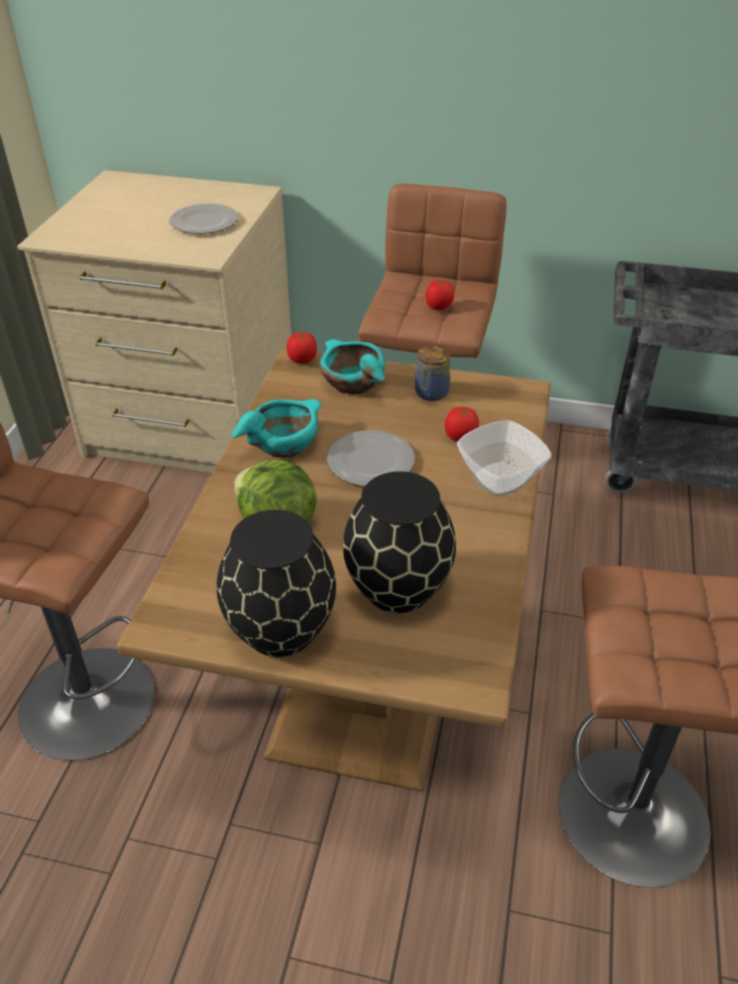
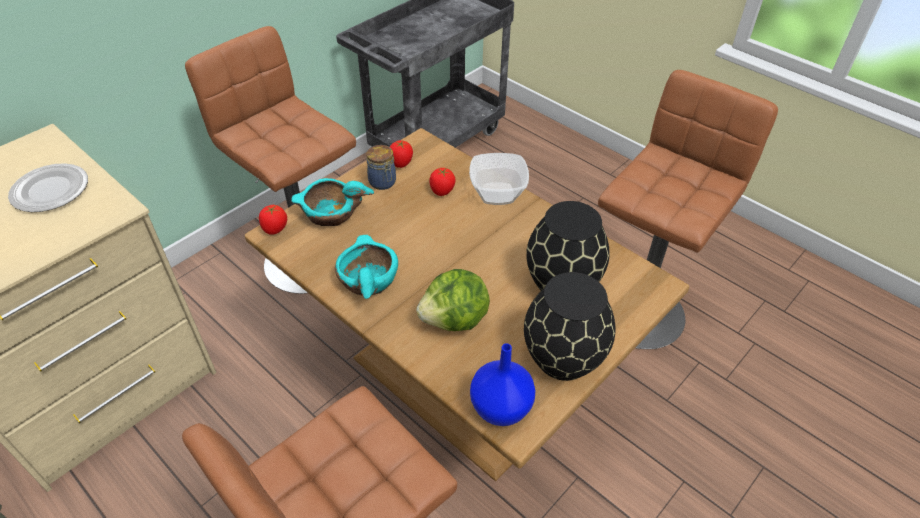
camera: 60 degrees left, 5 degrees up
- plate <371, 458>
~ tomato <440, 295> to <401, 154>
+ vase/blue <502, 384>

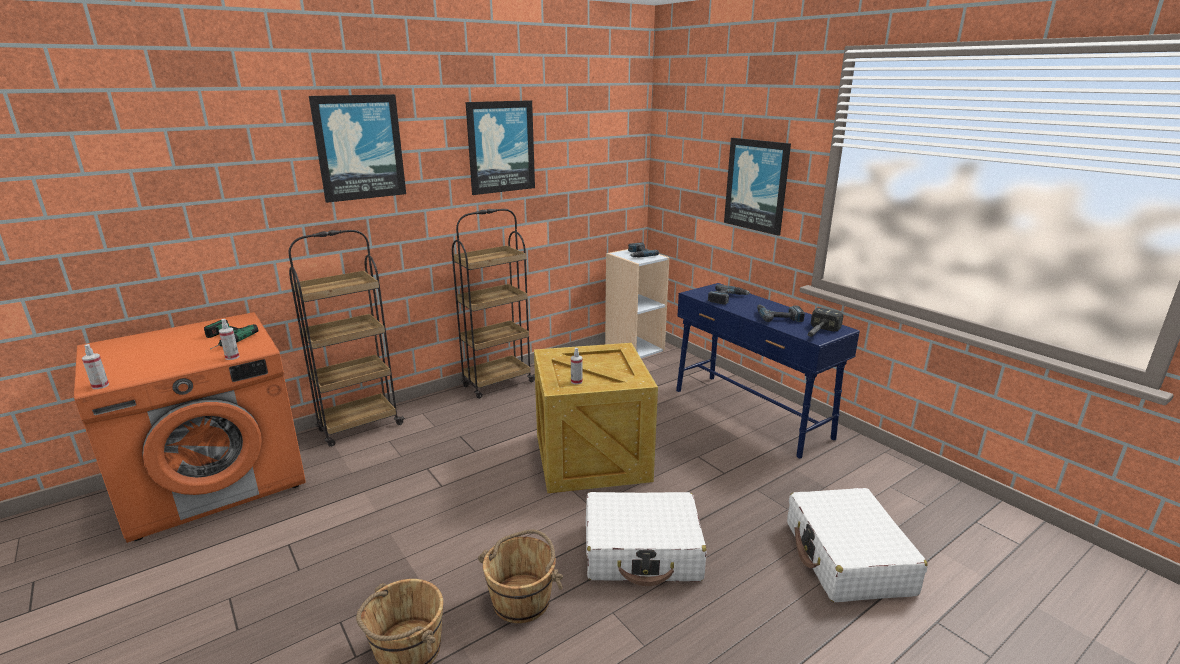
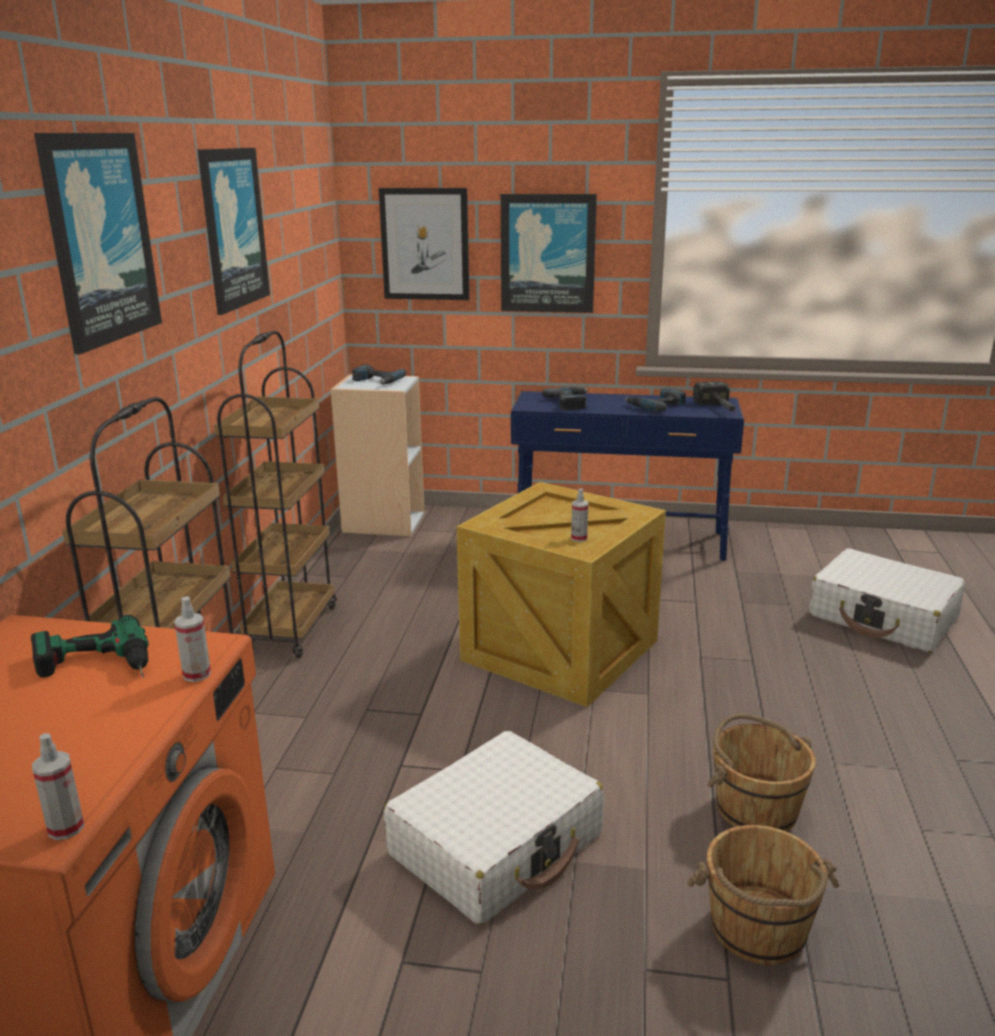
camera: 45 degrees left, 0 degrees up
~ suitcase/white <646, 539> to <494, 828>
+ picture <424, 244>

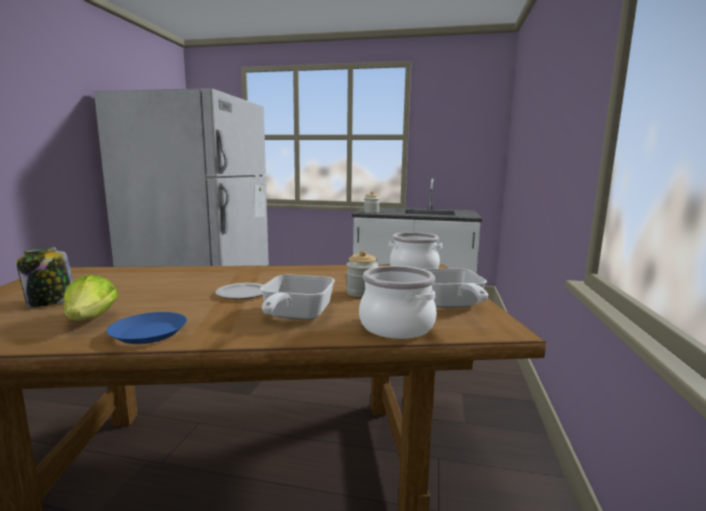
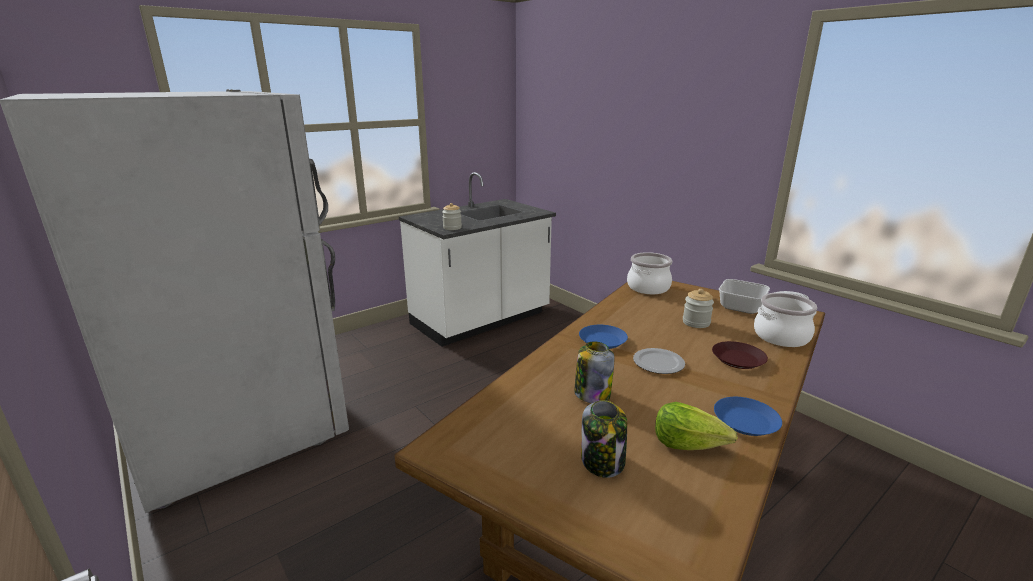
camera: 50 degrees left, 10 degrees up
~ frying pan <297, 297> to plate/brown <740, 355>
+ jar <594, 372>
+ plate/blue <603, 337>

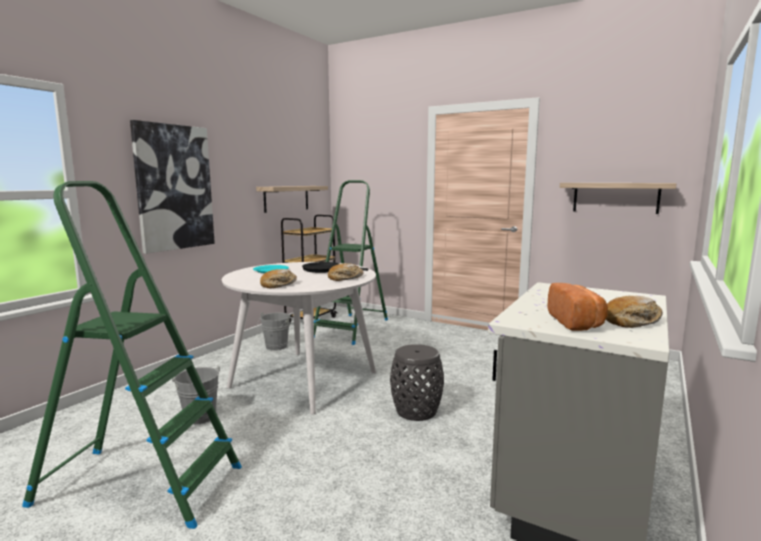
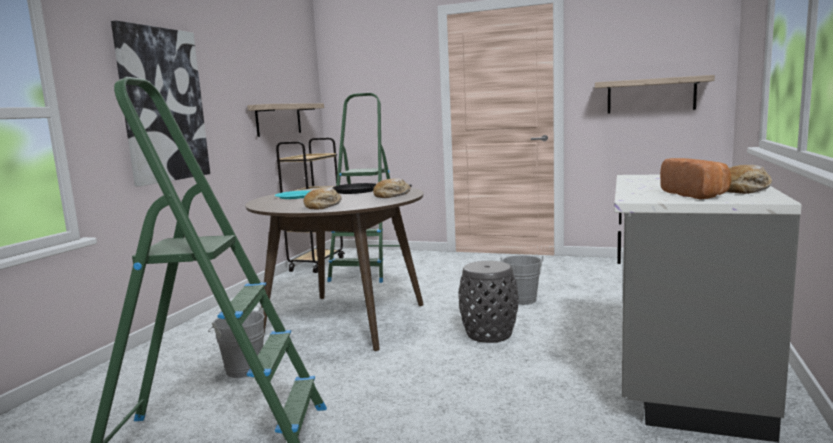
camera: 10 degrees left, 0 degrees up
~ dining table/white <299, 338> to dining table/brown <334, 269>
~ bucket/grey <273, 331> to <521, 280>

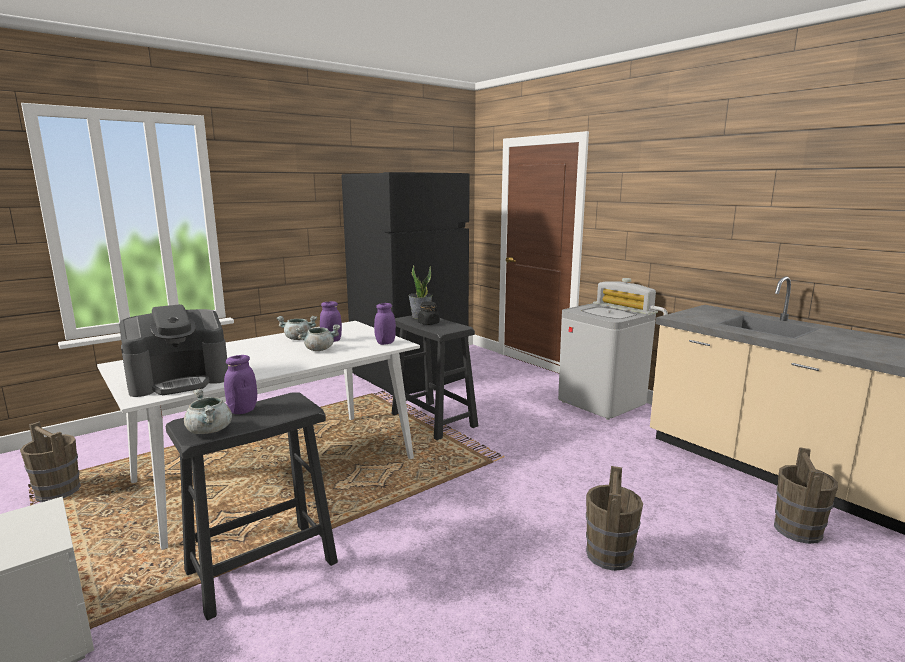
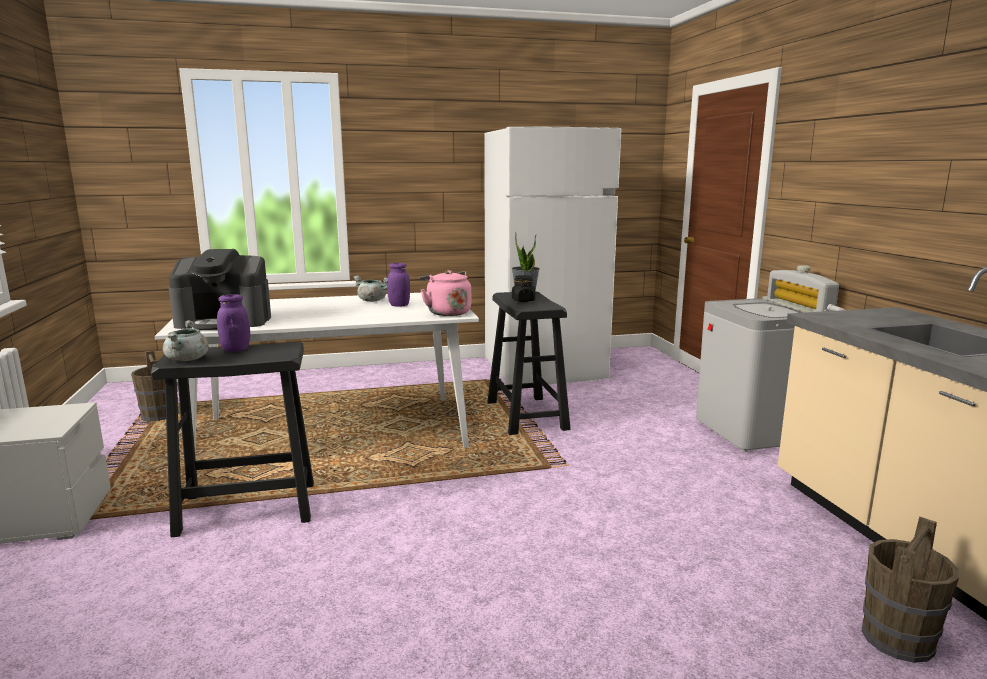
camera: 25 degrees right, 0 degrees up
- cooking pot/grey <318, 337>
~ fridge/black <406, 283> to fridge/white <552, 255>
~ jar/purple <385, 324> to kettle/pink <445, 293>
- bucket/brown <614, 518>

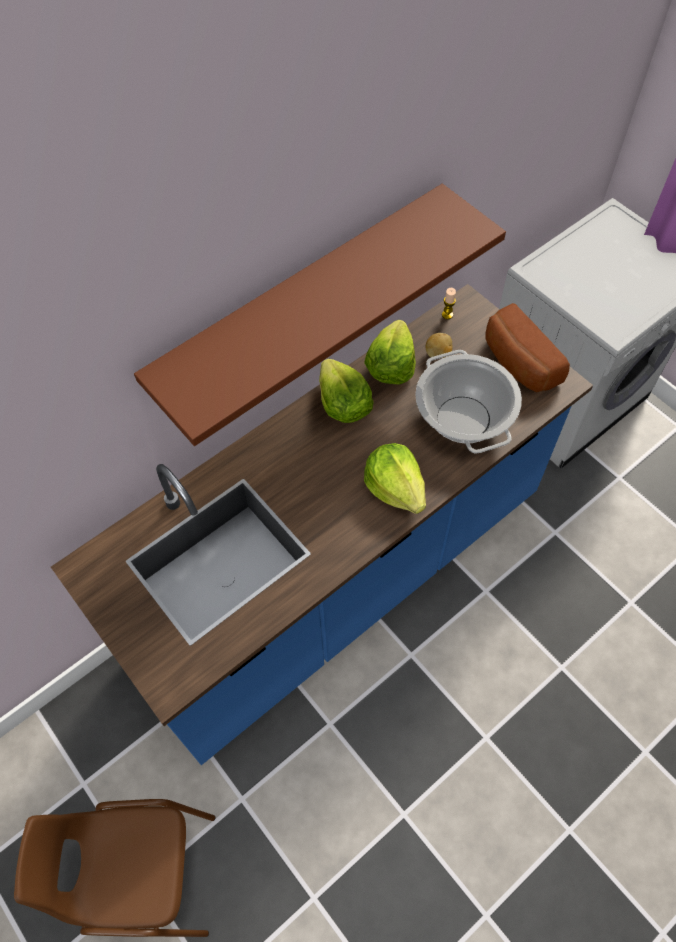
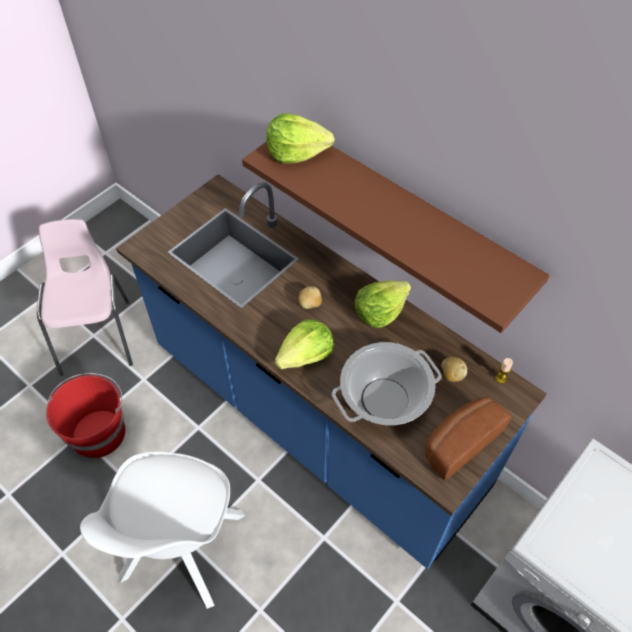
camera: 80 degrees right, 5 degrees down
~ chair/brown <115, 868> to chair/pink <85, 297>
~ lettuce <390, 352> to <300, 138>
+ bucket/red <85, 415>
+ chair/white <162, 530>
+ potato <310, 298>

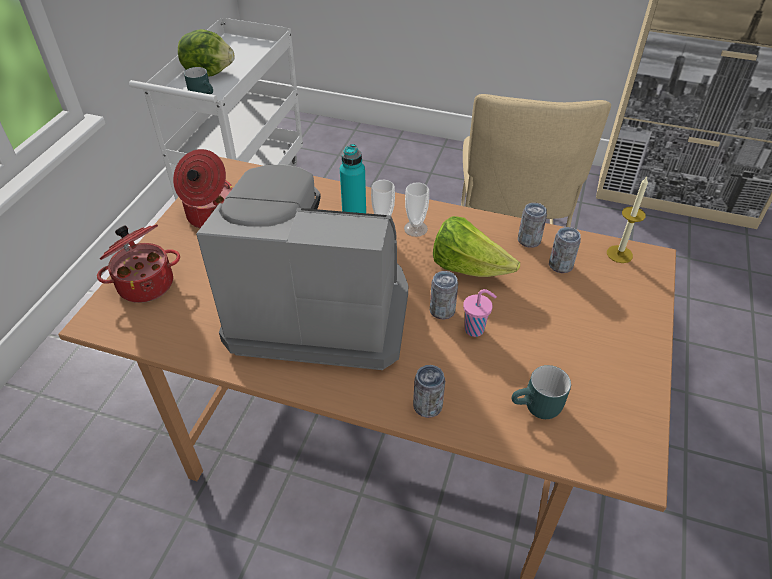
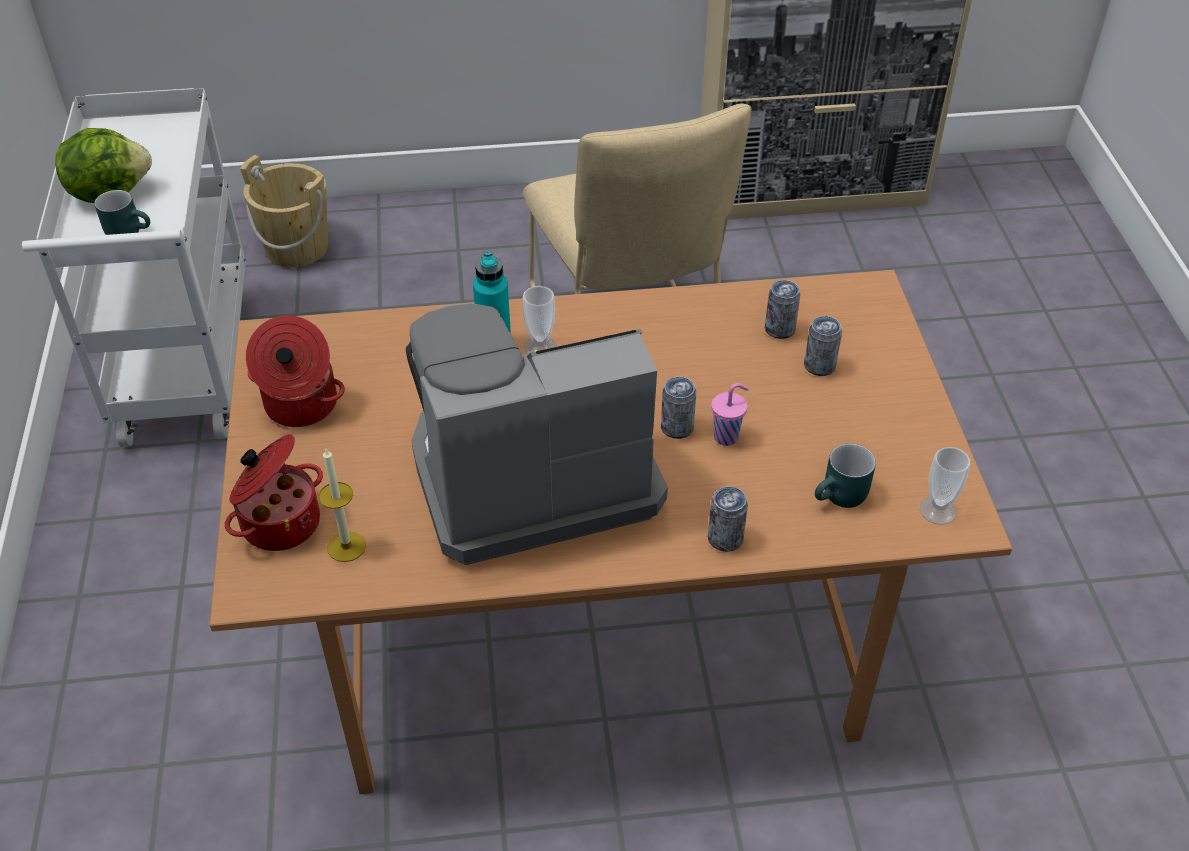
camera: 25 degrees left, 0 degrees up
~ cup <416, 209> to <945, 486>
- lettuce <476, 246>
~ can <532, 225> to <823, 346>
~ candle <627, 220> to <342, 505>
+ bucket/beige <284, 211>

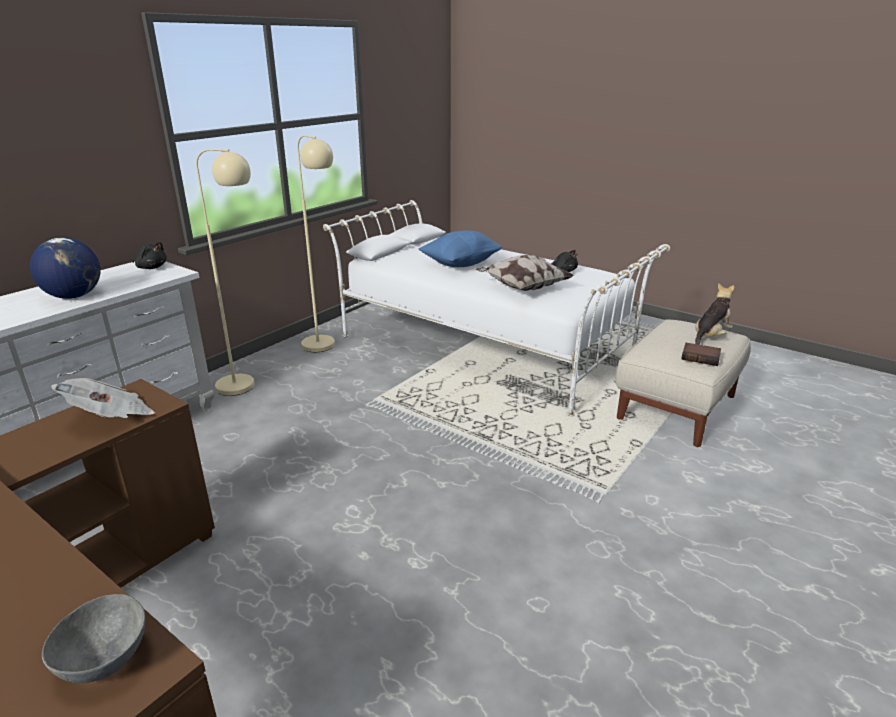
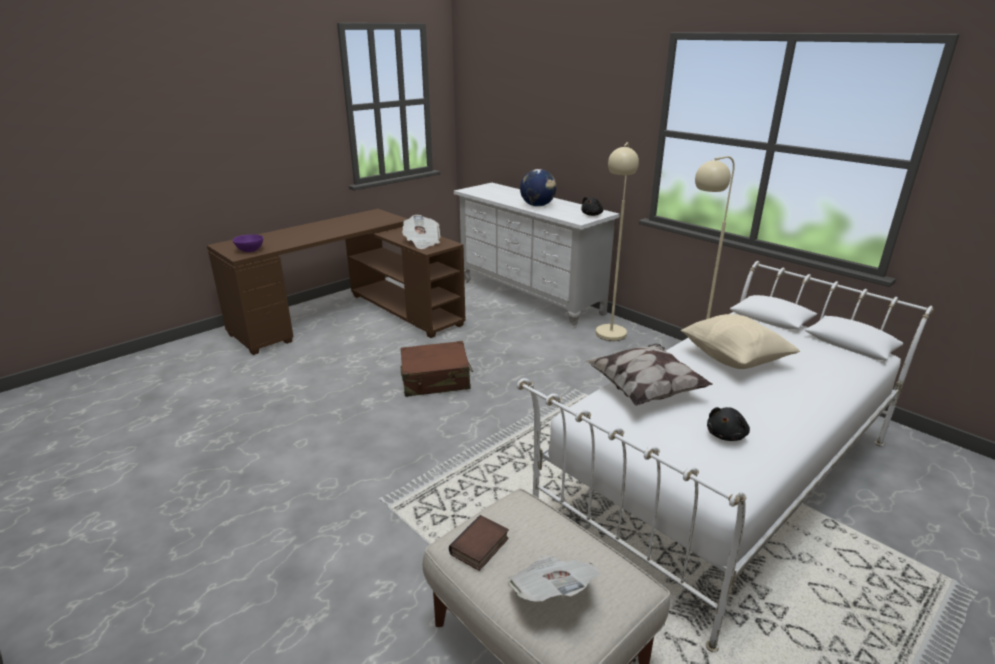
camera: 100 degrees right, 0 degrees up
~ bowl/grey <94, 638> to bowl/purple <248, 243>
~ pillow/blue <460, 248> to pillow/beige <740, 341>
~ plush toy <714, 314> to newspaper <554, 578>
+ suitcase/brown <436, 369>

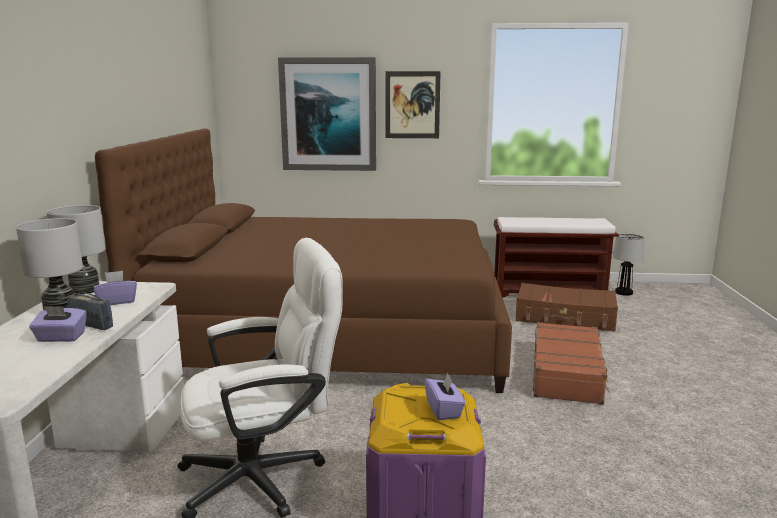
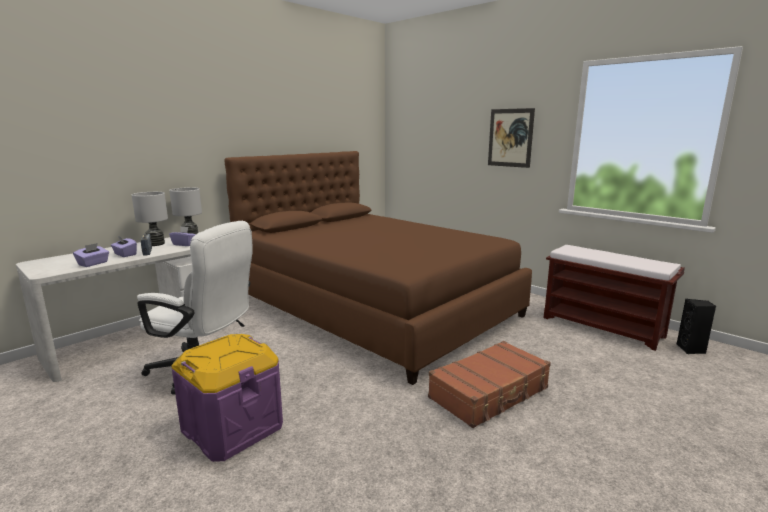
camera: 40 degrees right, 0 degrees up
- picture <327, 114>
~ tissue box/purple <445, 396> to <91, 255>
- suitcase/brown <566, 307>
~ table lamp <628, 265> to speaker/black <696, 326>

